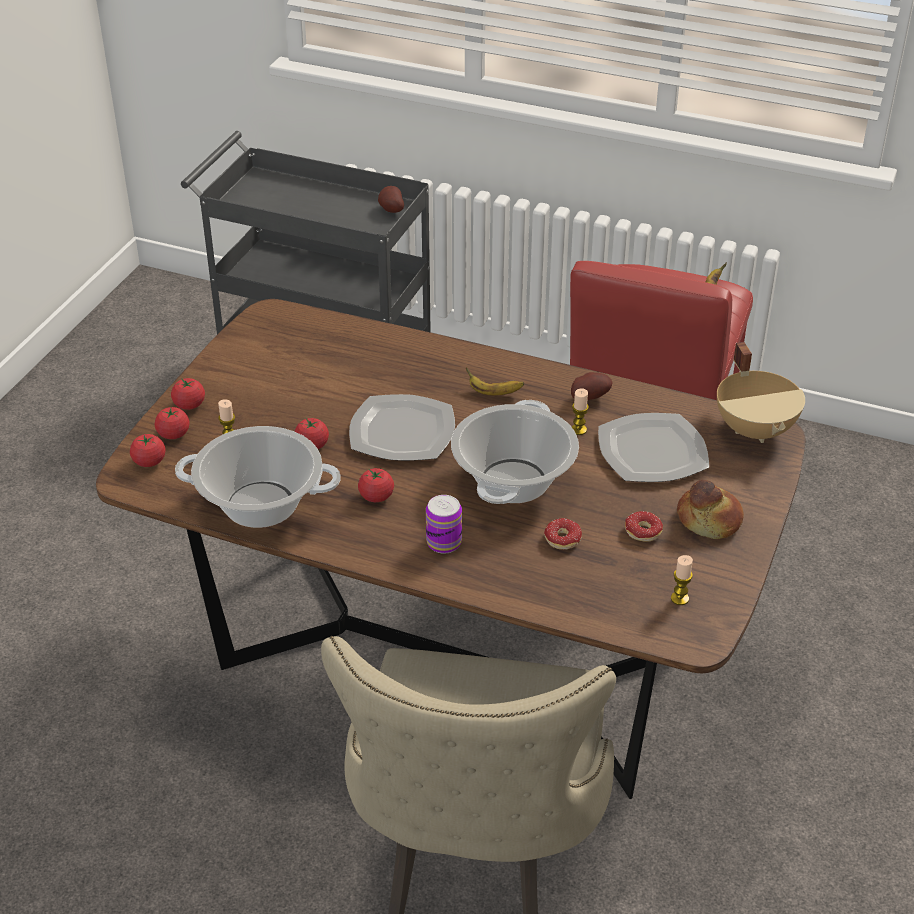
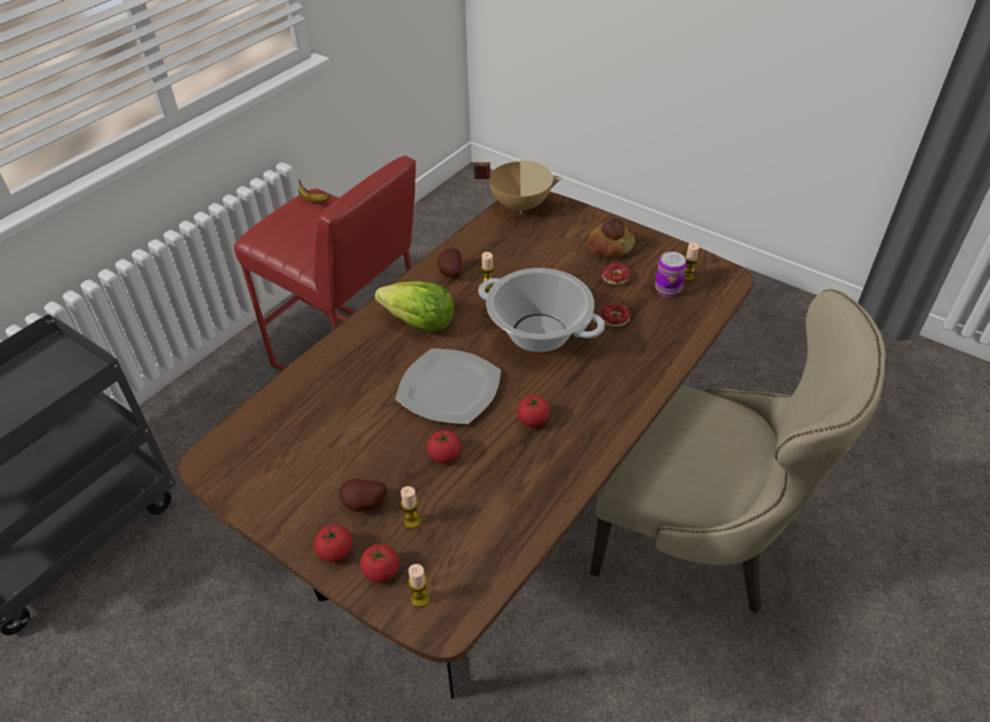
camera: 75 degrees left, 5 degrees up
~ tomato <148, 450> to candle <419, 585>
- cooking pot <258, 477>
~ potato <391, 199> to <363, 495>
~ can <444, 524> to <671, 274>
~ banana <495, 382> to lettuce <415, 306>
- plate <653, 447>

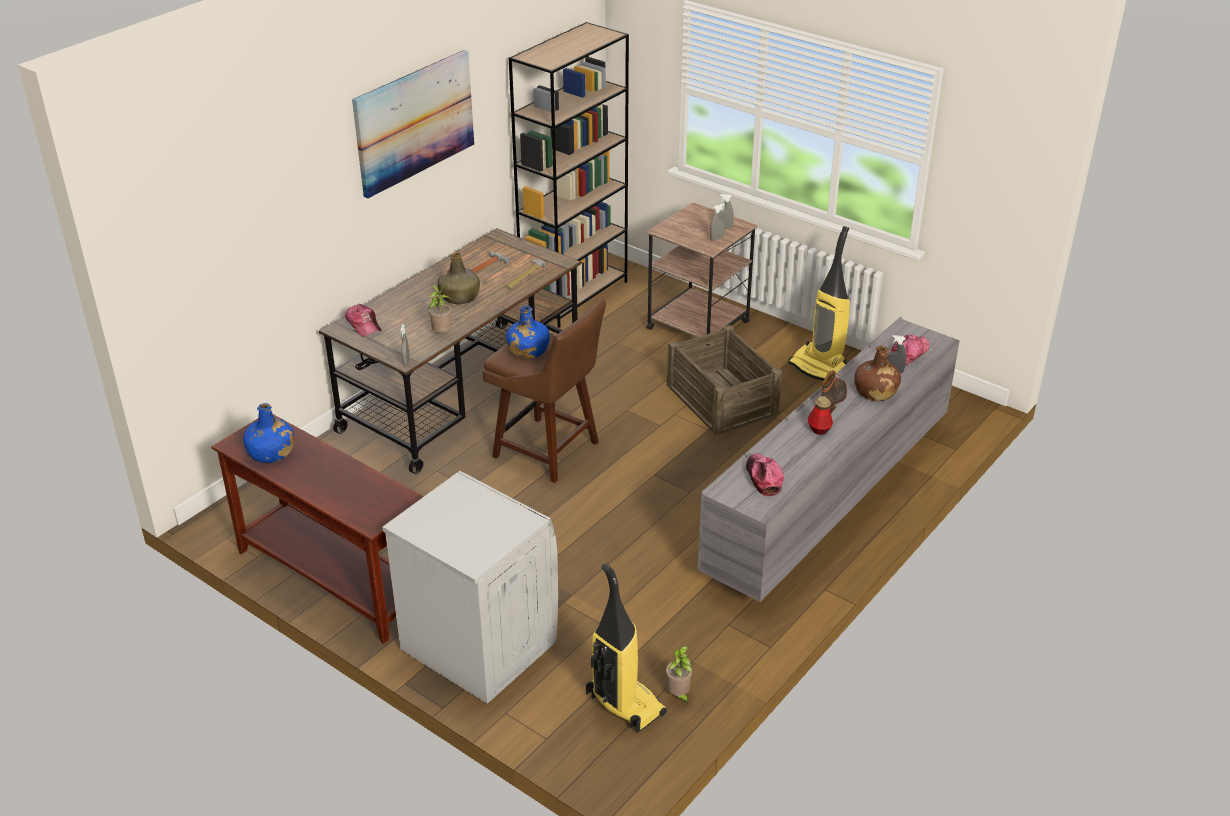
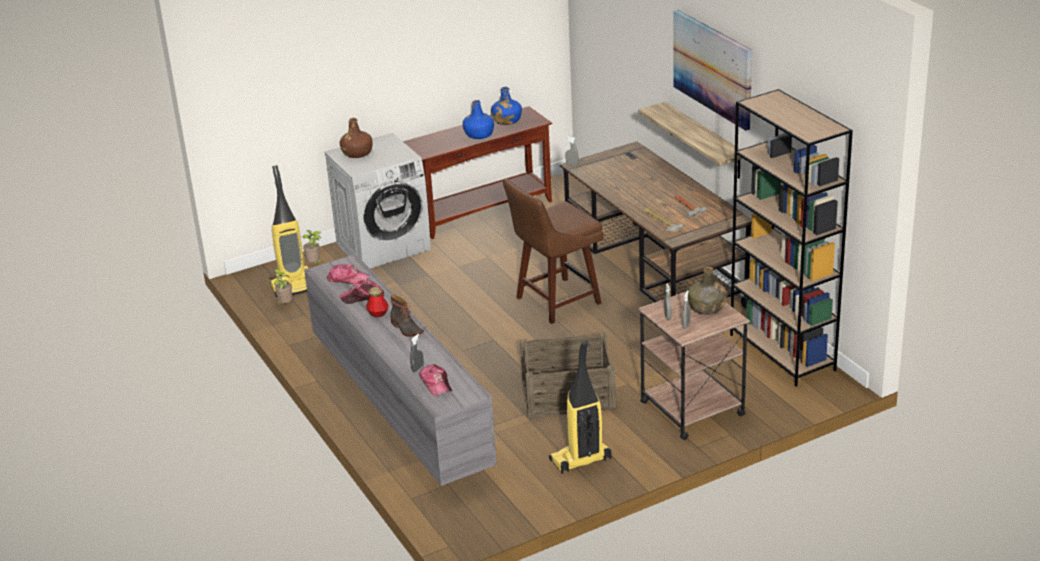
camera: 115 degrees right, 5 degrees down
~ cap <363, 320> to <361, 292>
~ potted plant <440, 308> to <312, 246>
~ bottle/green <458, 278> to <707, 291>
~ bottle/blue <527, 332> to <478, 119>
~ bottle/brown <877, 373> to <356, 138>
+ shelf <690, 140>

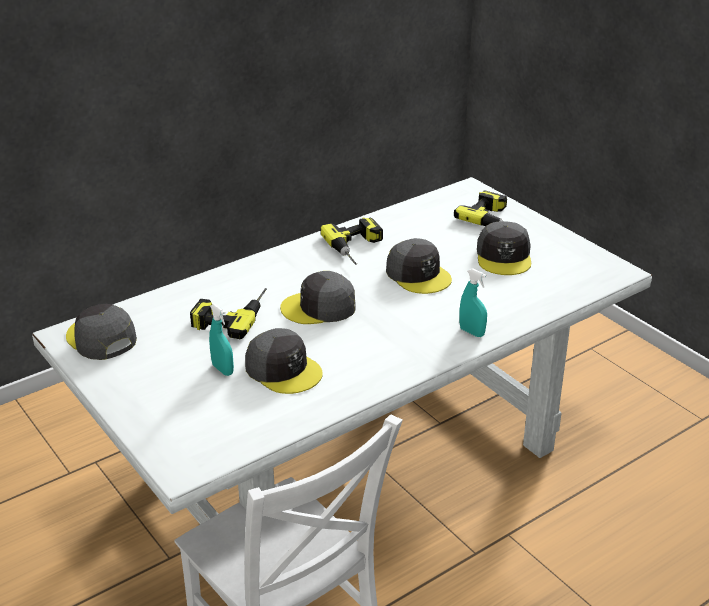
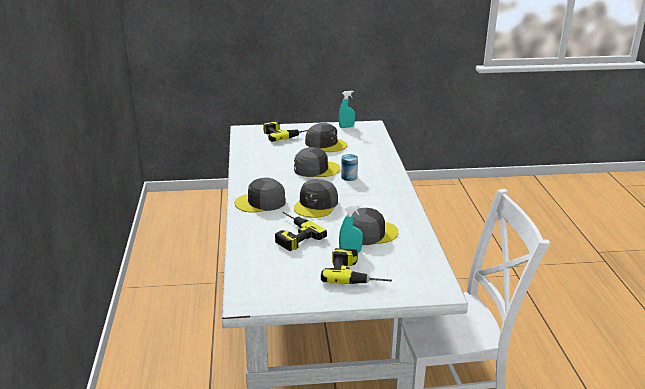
camera: 60 degrees left, 5 degrees down
~ cap/grey <101, 332> to <260, 195>
~ power drill <352, 241> to <356, 266>
~ spray bottle/turquoise <473, 302> to <347, 109>
+ can <349, 167>

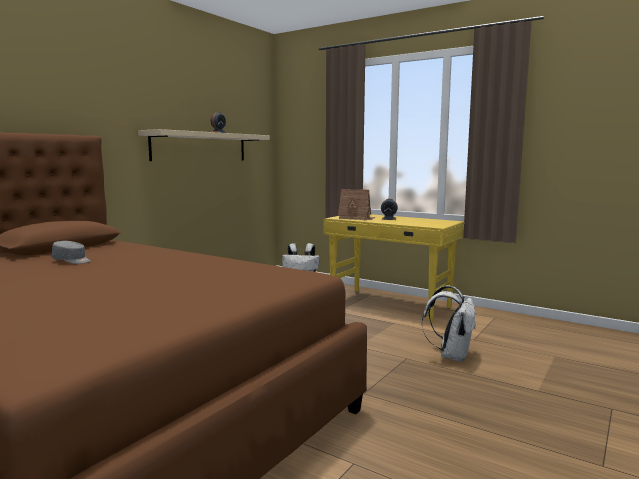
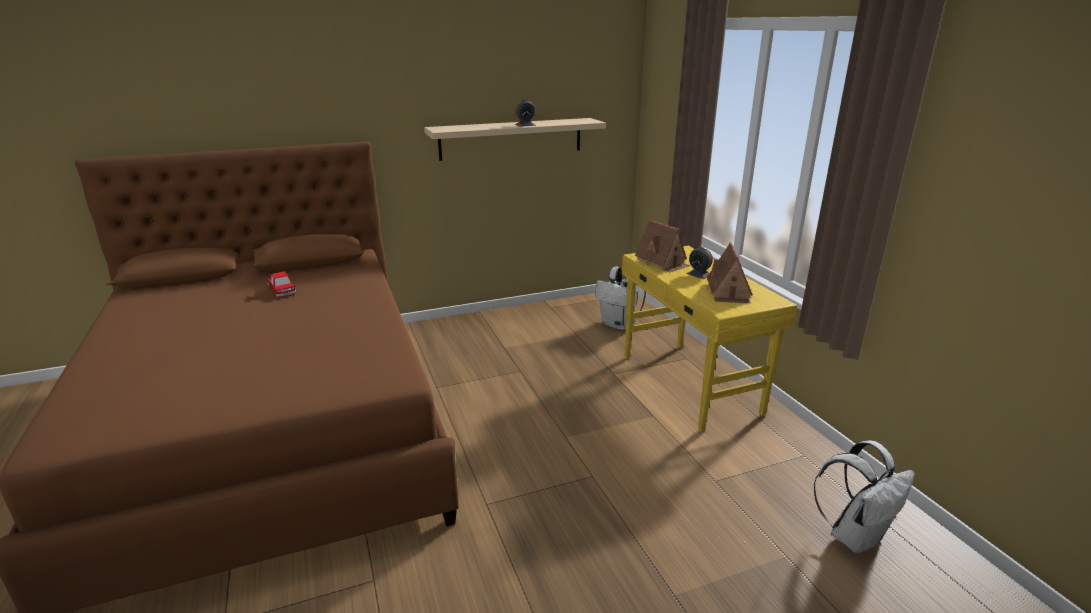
camera: 35 degrees right, 15 degrees up
~ cap/grey <71, 252> to toy car <282, 284>
~ backpack/white <449, 323> to <864, 497>
+ toy house <730, 272>

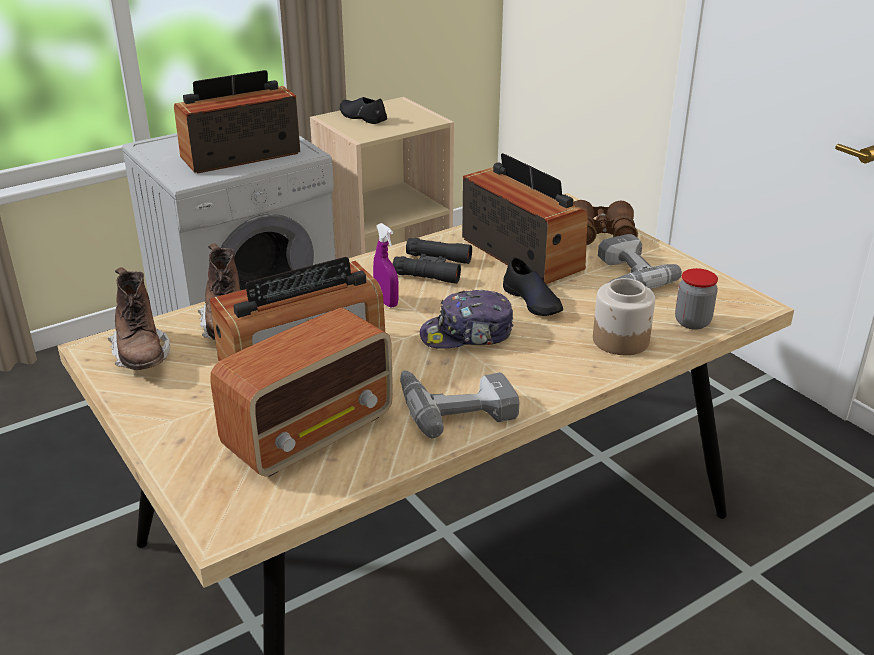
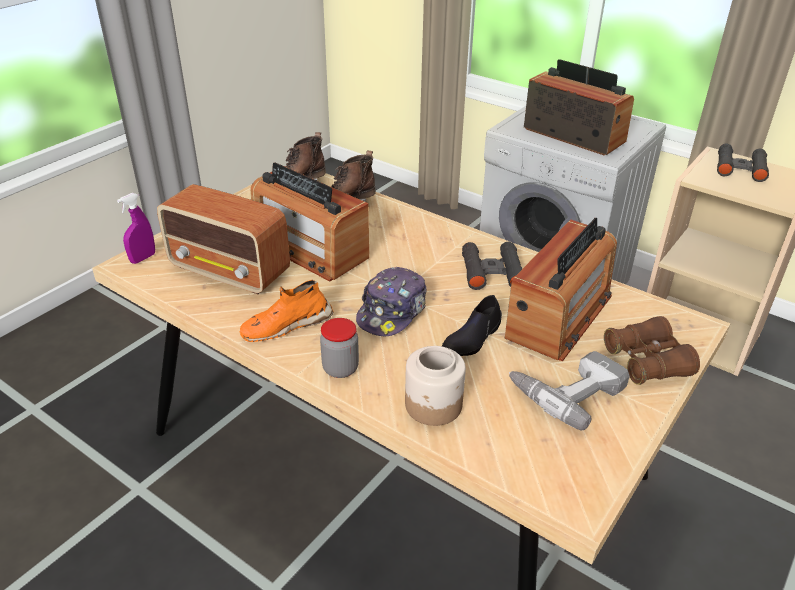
camera: 70 degrees right, 5 degrees up
~ shoe/black <363, 110> to binoculars/black <743, 163>
~ spray bottle/purple <386, 265> to <136, 228>
~ power drill <460, 404> to shoe/orange <287, 311>
~ cap <467, 319> = <391, 301> 120 degrees counterclockwise
~ jar <696, 299> to <339, 348>

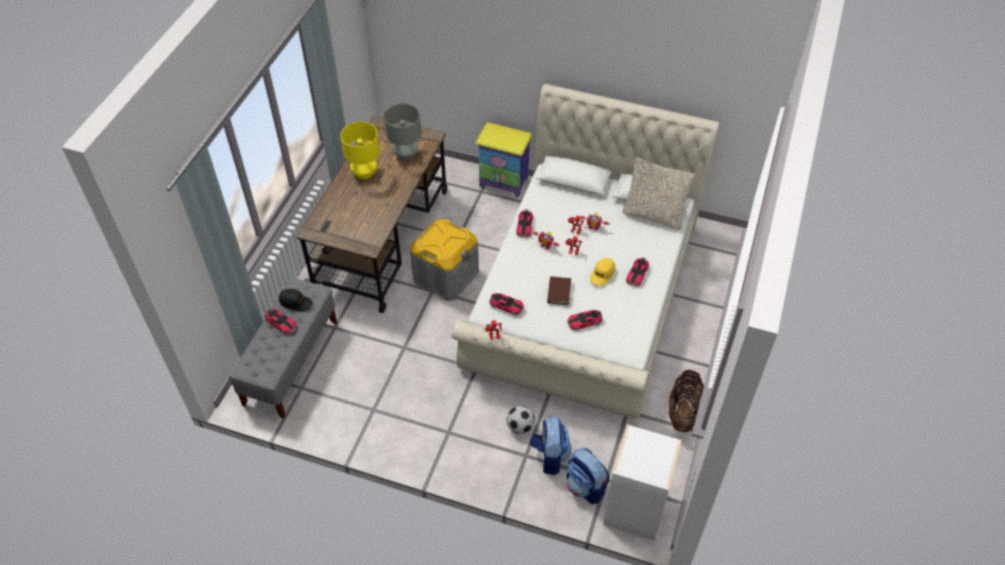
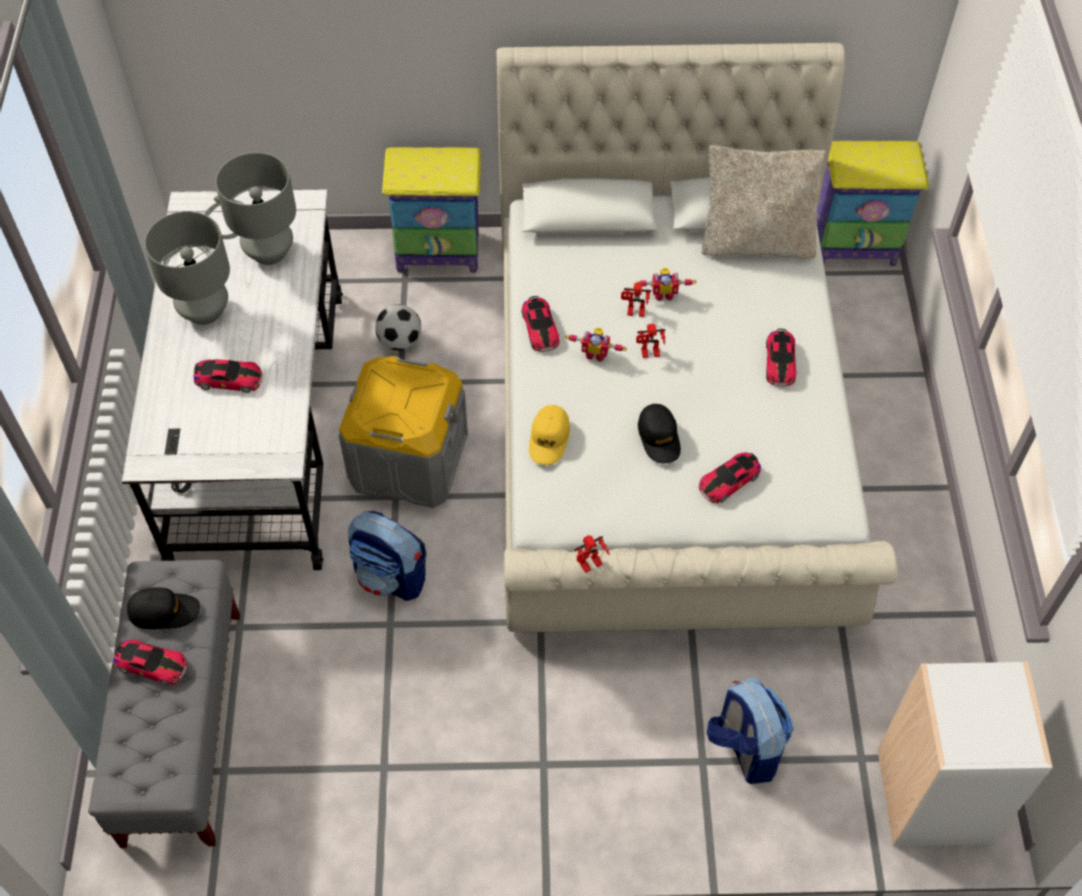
camera: 20 degrees left, 5 degrees up
~ desk/brown <371, 214> to desk/white <232, 379>
~ table lamp/yellow <360, 150> to table lamp/grey <187, 268>
~ toy car <506, 304> to <228, 376>
~ football <521, 420> to <398, 327>
~ book/brown <559, 291> to cap/black <659, 434>
~ backpack <588, 475> to <387, 556>
~ cap/yellow <602, 272> to <549, 435>
- basket <686, 400>
+ nightstand <873, 203>

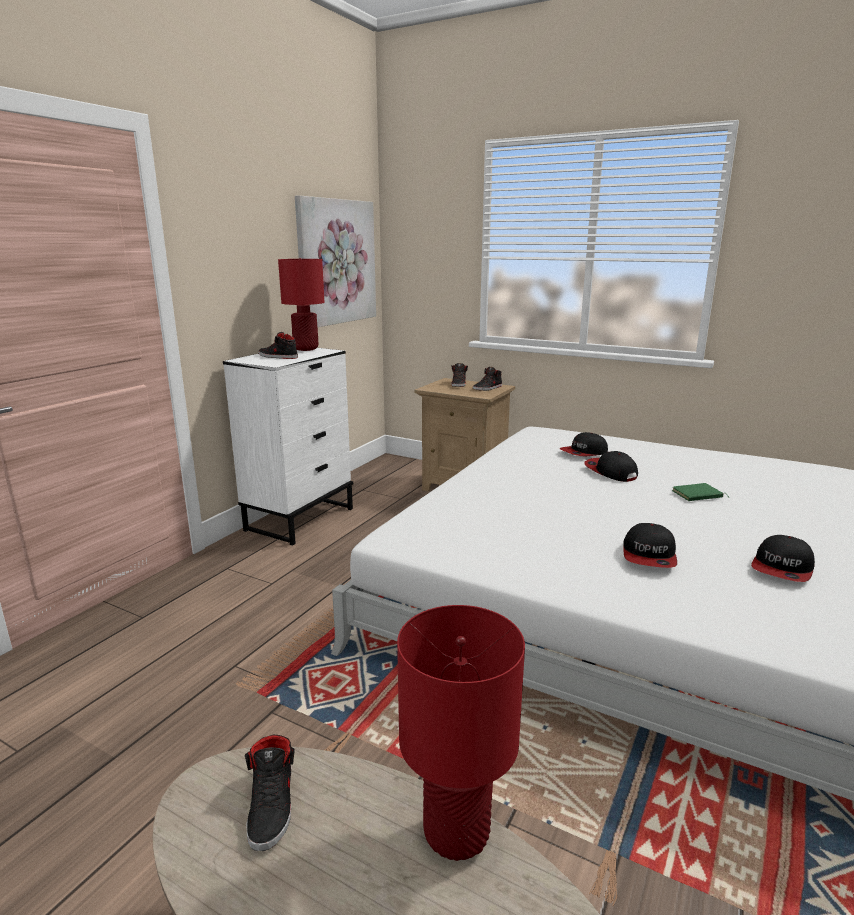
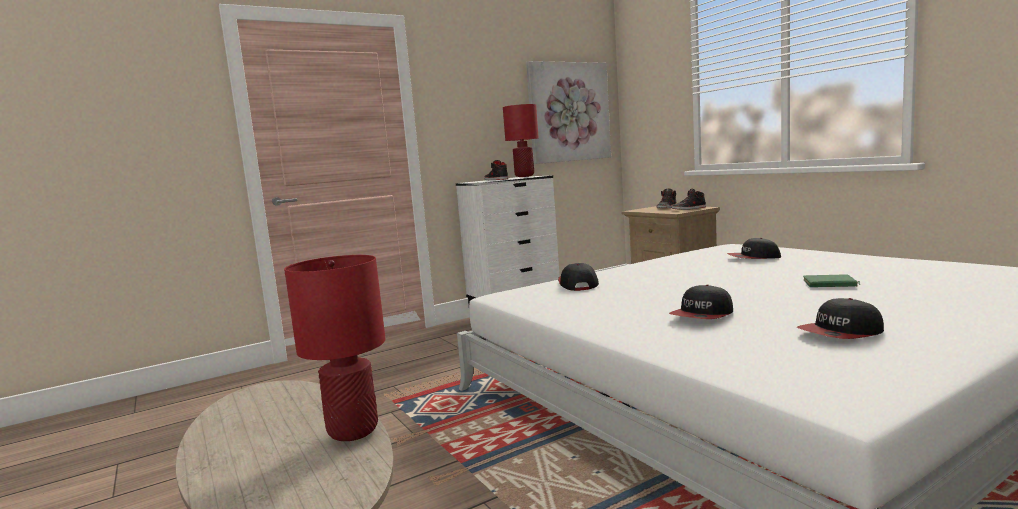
camera: 30 degrees right, 10 degrees down
- shoe/black <270, 793>
~ cap <611, 466> to <578, 277>

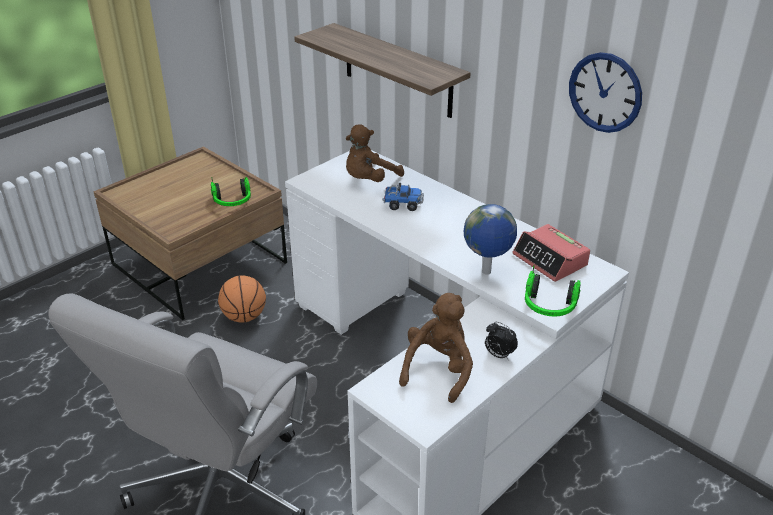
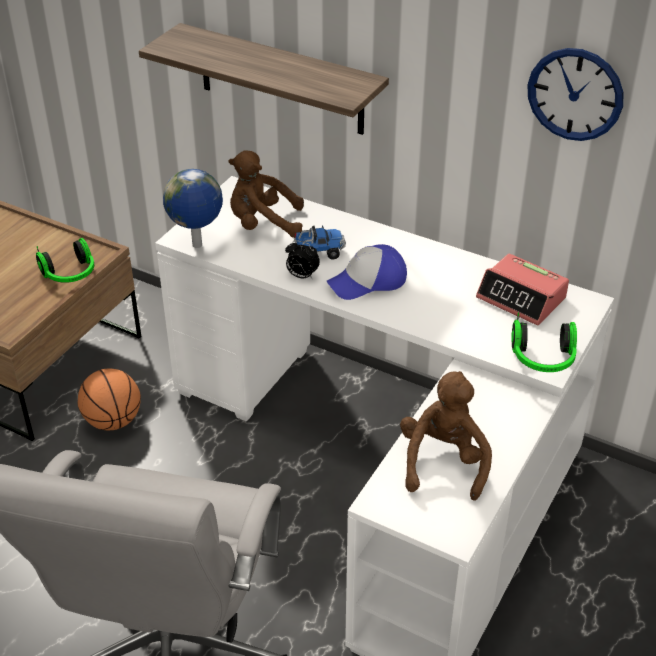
camera: 15 degrees left, 5 degrees up
~ plush toy/brown <375, 153> = <266, 194> 60 degrees clockwise
~ globe <490, 239> to <193, 208>
~ alarm clock <501, 341> to <302, 260>
+ cap <367, 272>

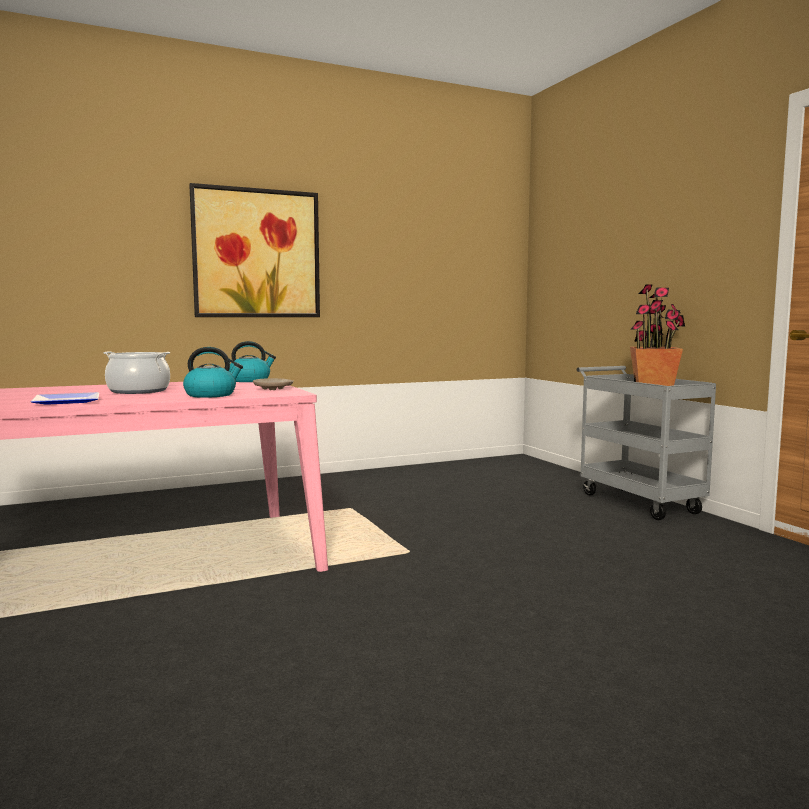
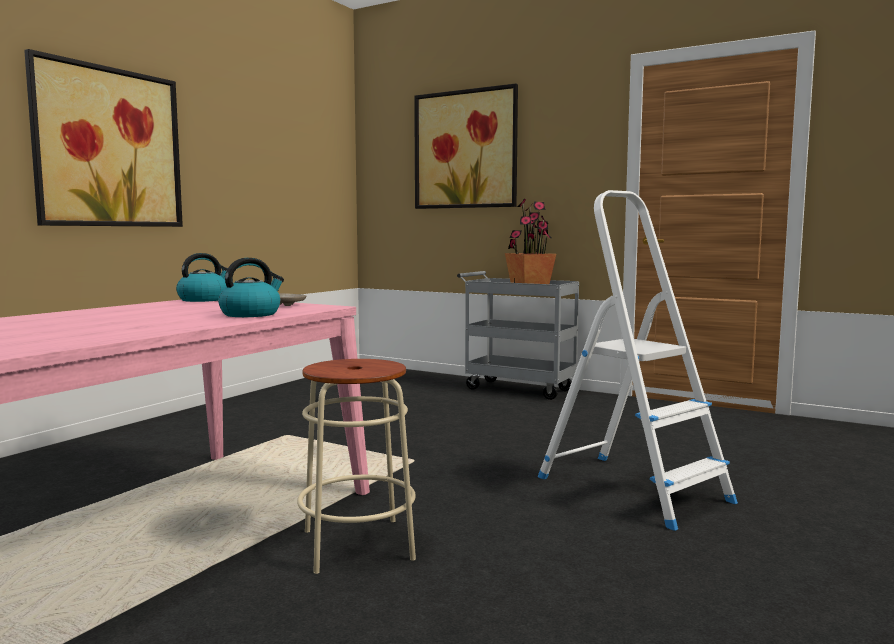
camera: 35 degrees left, 0 degrees up
- plate <65, 398>
- cooking pot <137, 372>
+ stool/beige <356, 466>
+ picture <466, 146>
+ step ladder/white <638, 360>

